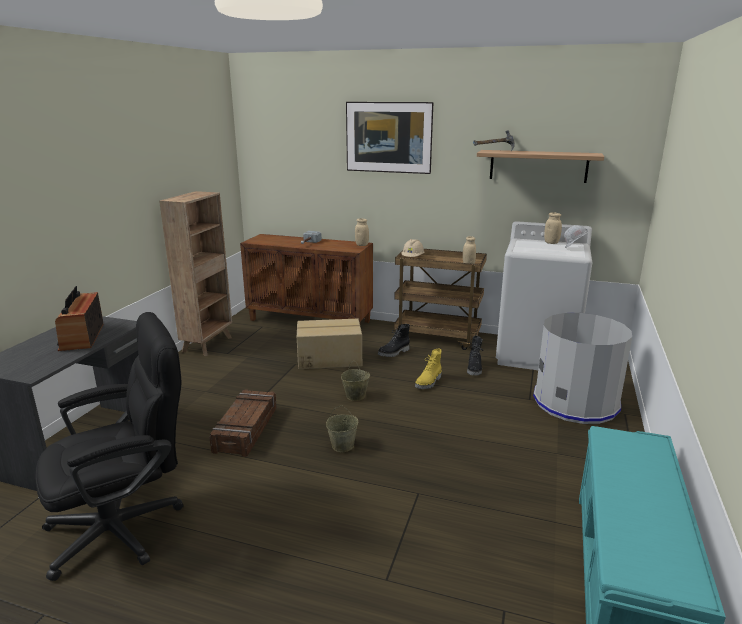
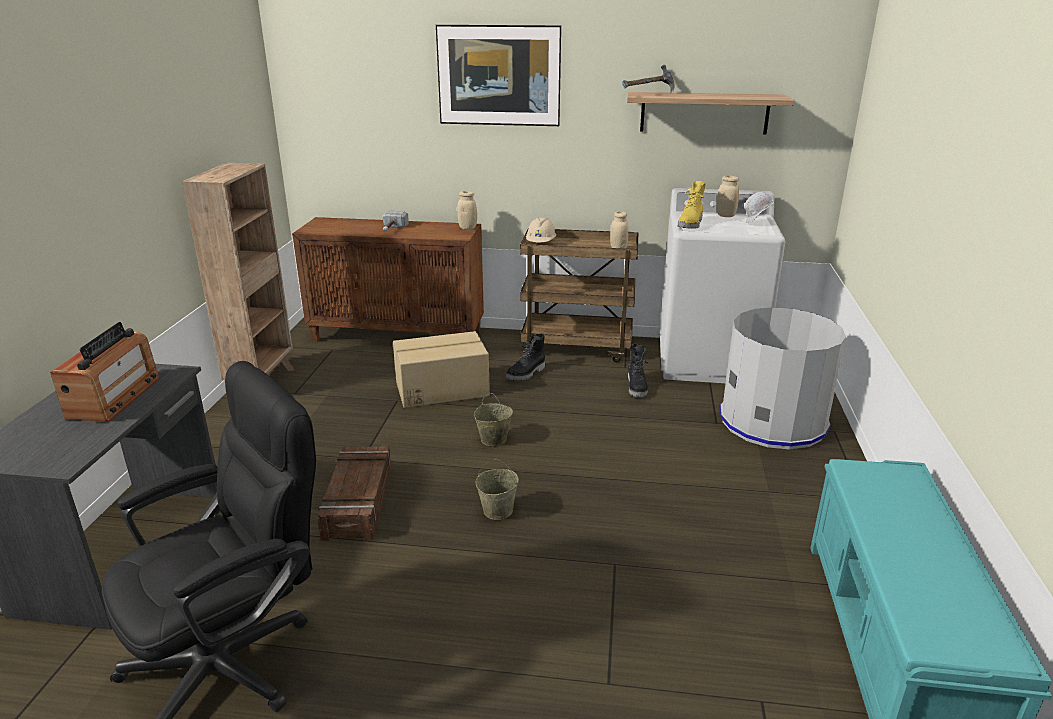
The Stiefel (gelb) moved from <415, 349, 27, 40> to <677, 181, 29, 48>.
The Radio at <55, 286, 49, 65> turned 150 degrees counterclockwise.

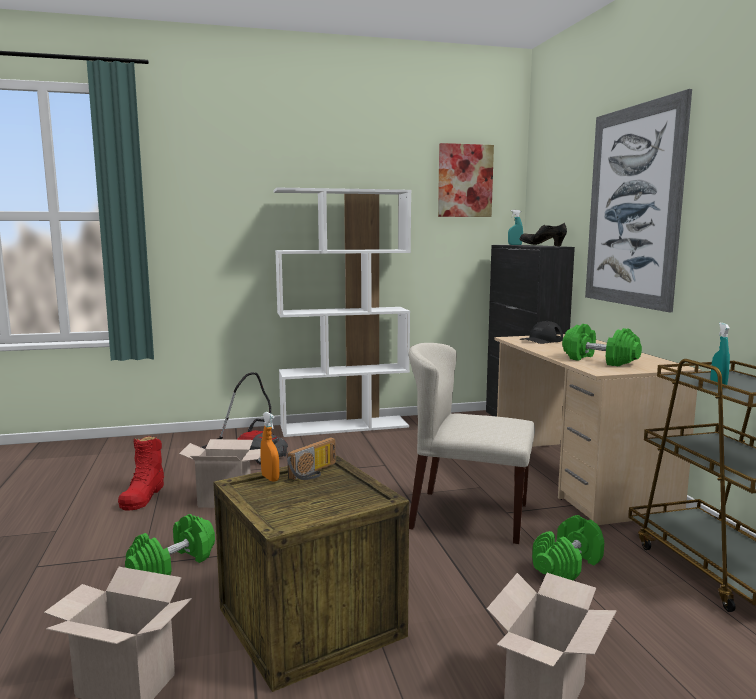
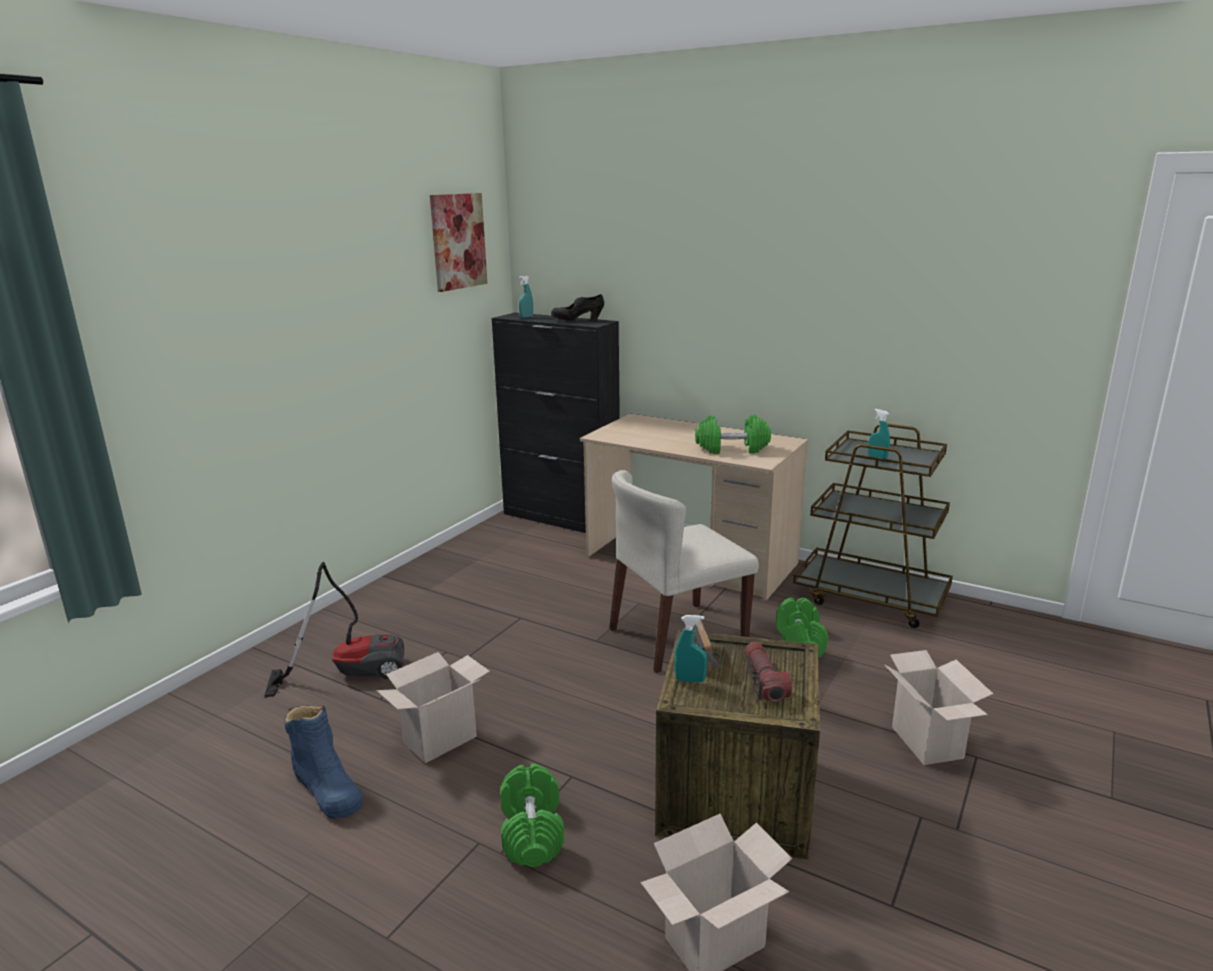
The Bücherregal (weiß) at <274, 188, 137, 249> disappeared.
The Kappe (schwarz) at <520, 321, 43, 23> disappeared.
The Bild at <585, 89, 107, 223> disappeared.
The Taschenlampe at <745, 642, 47, 60> appeared.
The Stiefel (rot) at <118, 436, 46, 75> became the Stiefel (blau) at <284, 705, 79, 114>.
The Sprühflasche (orange) at <260, 412, 19, 70> became the Sprühflasche (türkis) at <674, 615, 34, 68>.

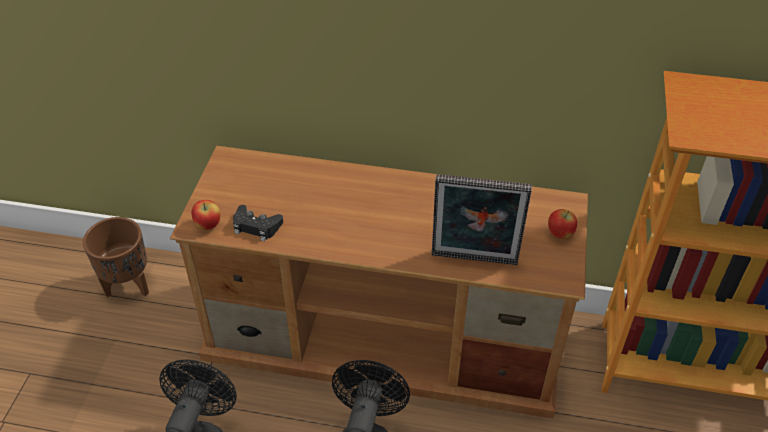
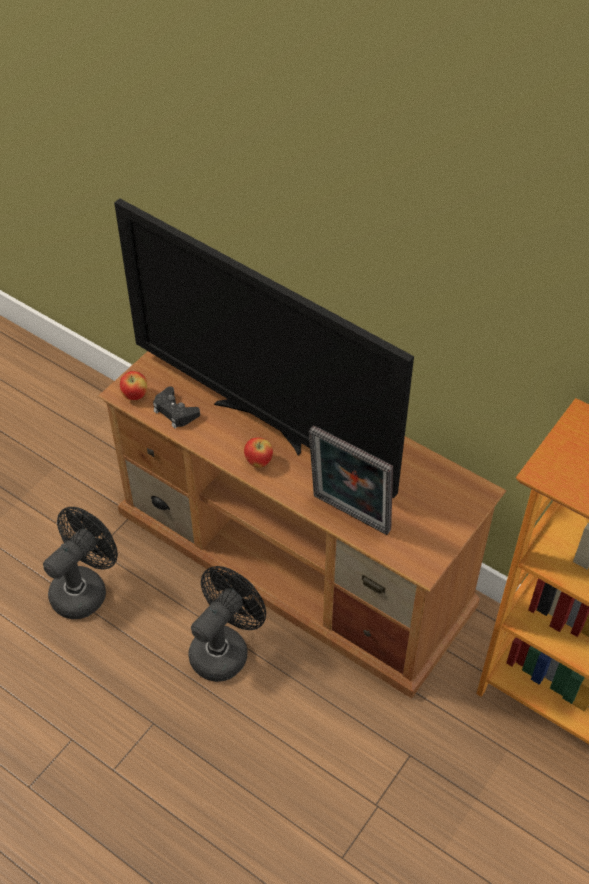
The Pflanzkübel (braun) at <83, 217, 66, 80> disappeared.
The Fernseher at <114, 198, 300, 300> appeared.
The Apfel moved from <548, 209, 29, 30> to <244, 437, 29, 31>.

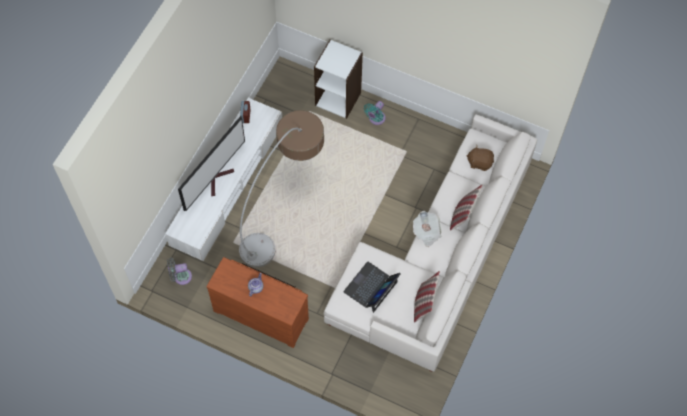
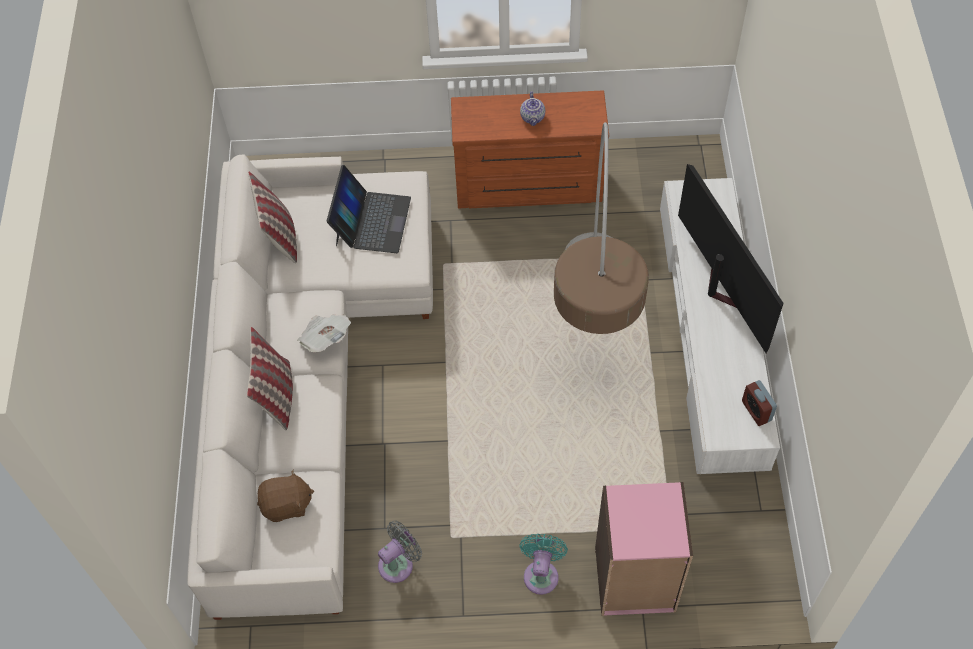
The Ventilator (grau) moved from <167, 258, 25, 27> to <378, 521, 44, 62>.
The Bücherregal (weiß) at <314, 40, 49, 79> became the Bücherregal (rosa) at <595, 482, 98, 134>.
The Fernseher at <178, 116, 67, 95> turned 150 degrees clockwise.

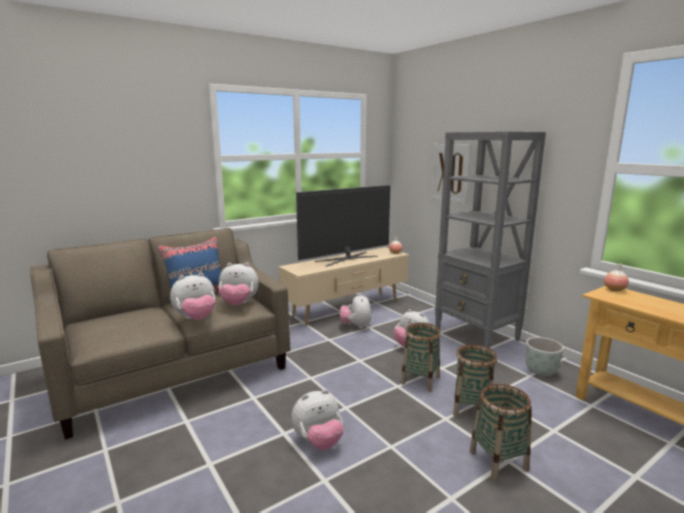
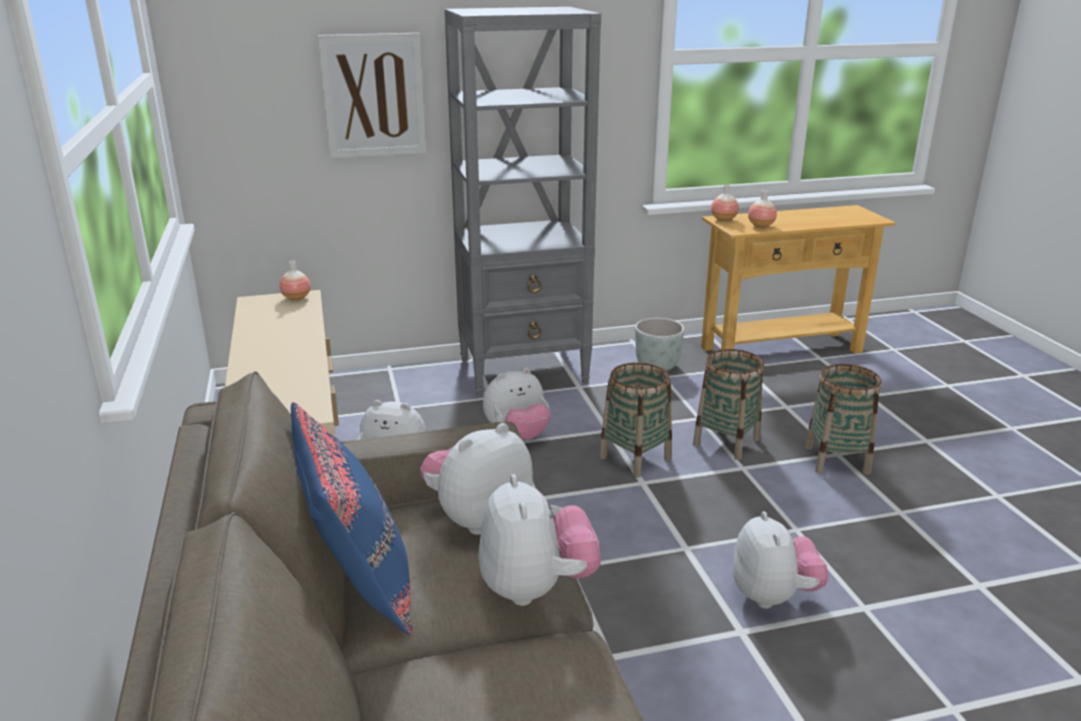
The Fernseher at <296, 185, 95, 82> disappeared.
The Vase at <748, 190, 29, 38> appeared.
The Plüschtier at <218, 263, 41, 43> turned 150 degrees counterclockwise.

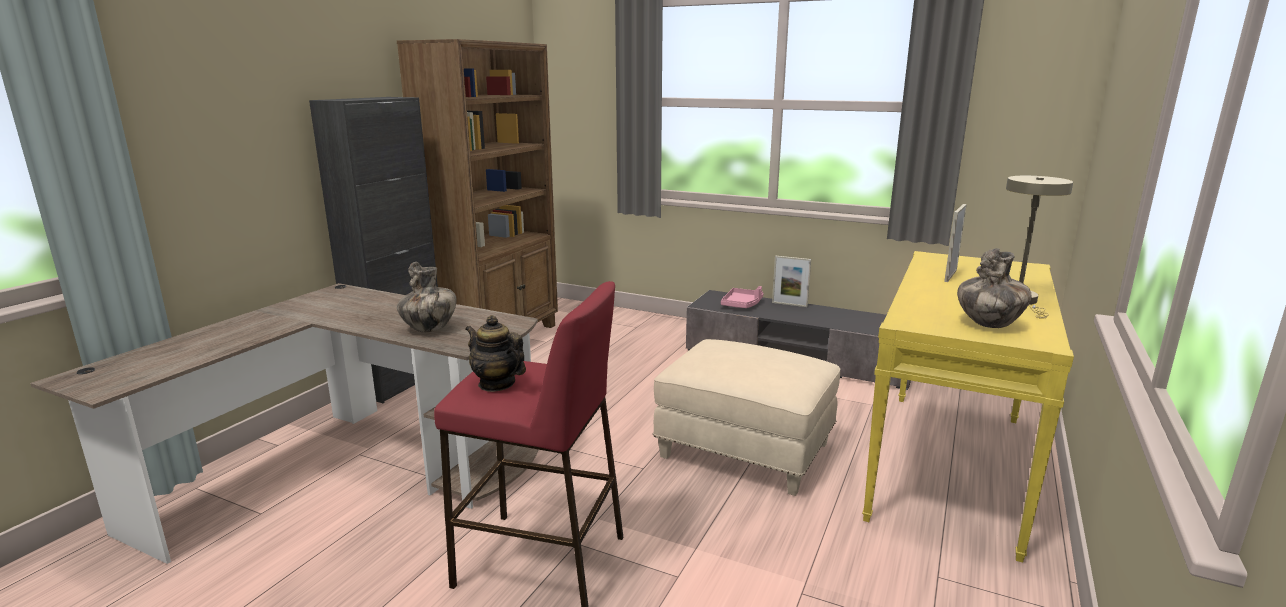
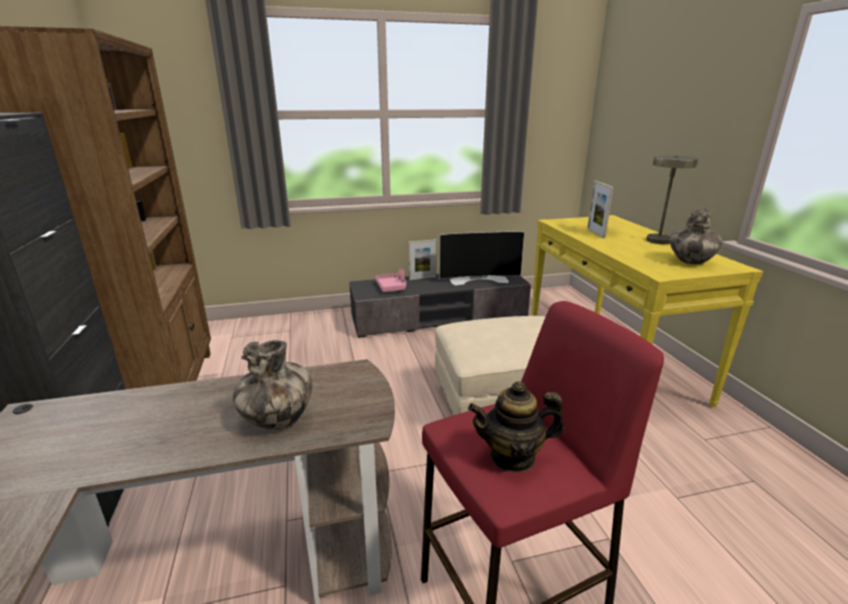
The Fernseher at <439, 232, 86, 54> appeared.

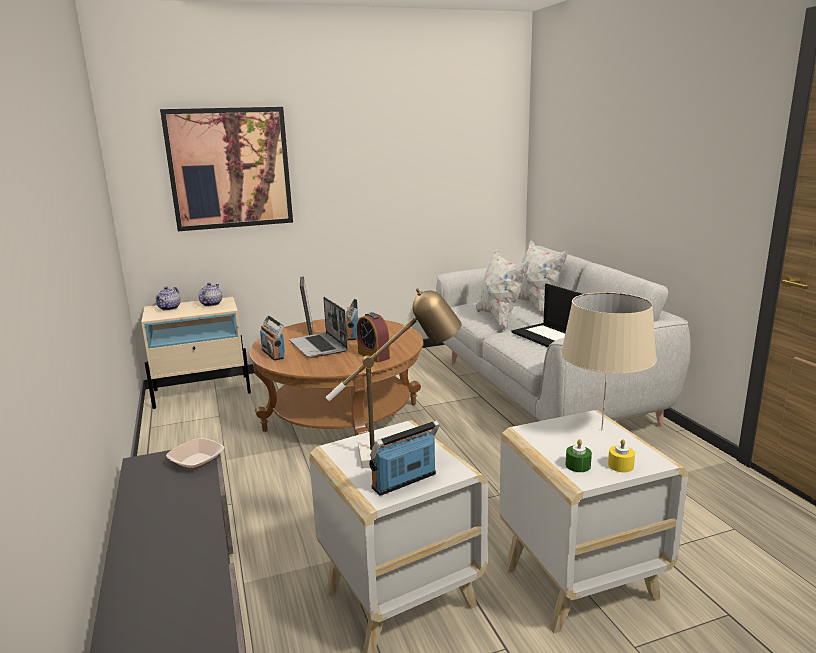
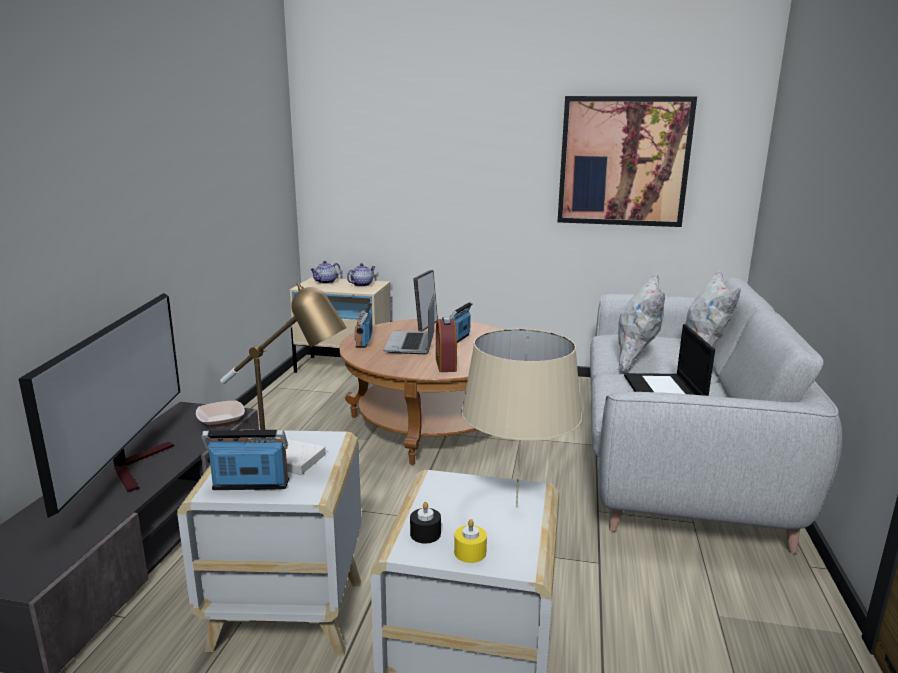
The Fernseher at <19, 293, 161, 225> appeared.
The Bild moved from <160, 107, 133, 124> to <558, 96, 139, 131>.
The Kerze (grün) at <566, 439, 26, 33> became the Kerze (schwarz) at <410, 502, 31, 41>.

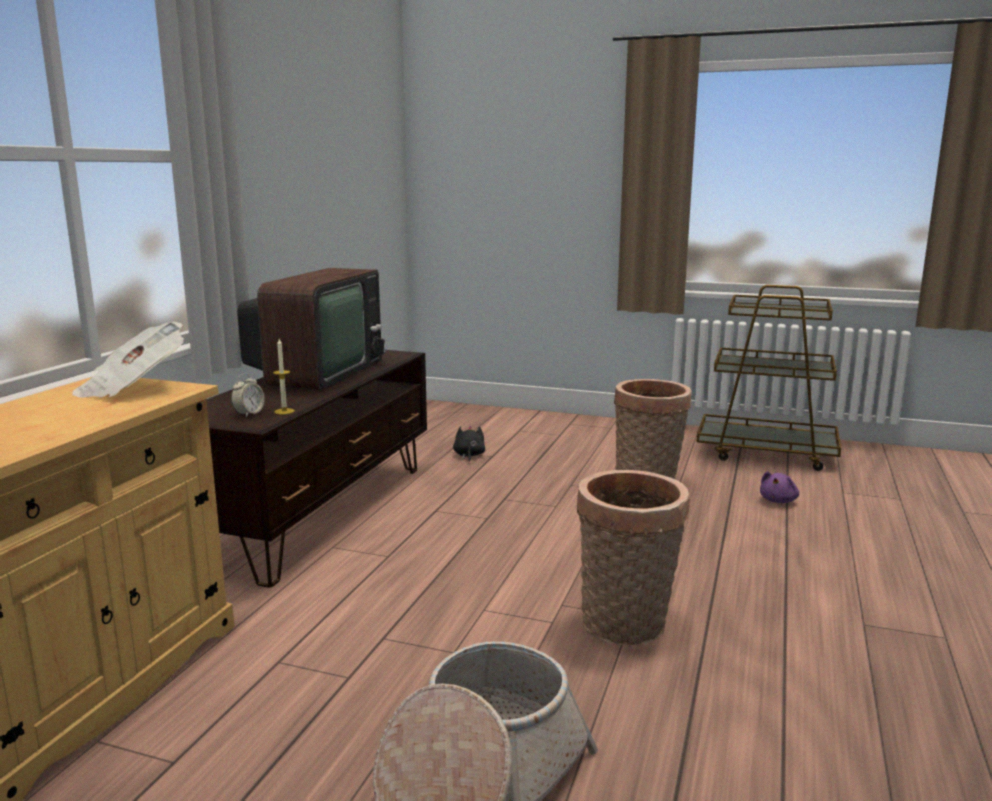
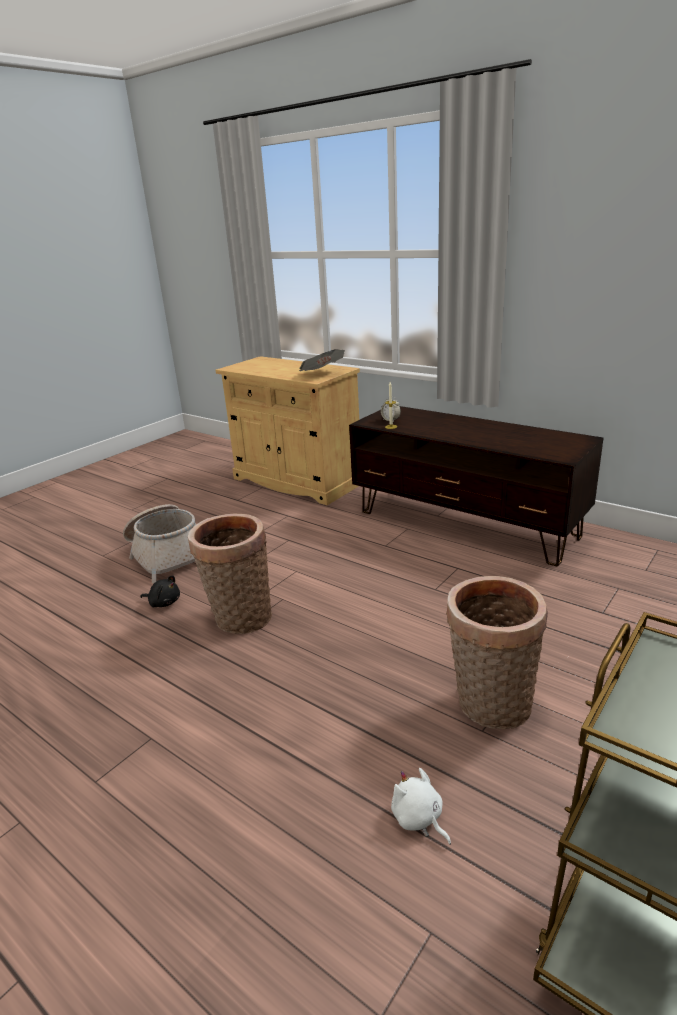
The Fernseher at <237, 268, 149, 122> disappeared.
The Plüschtier (schwarz) moved from <453, 426, 32, 36> to <140, 575, 40, 32>.
The Plüschtier (lila) at <760, 471, 39, 32> became the Plüschtier (weiß) at <391, 768, 60, 77>.

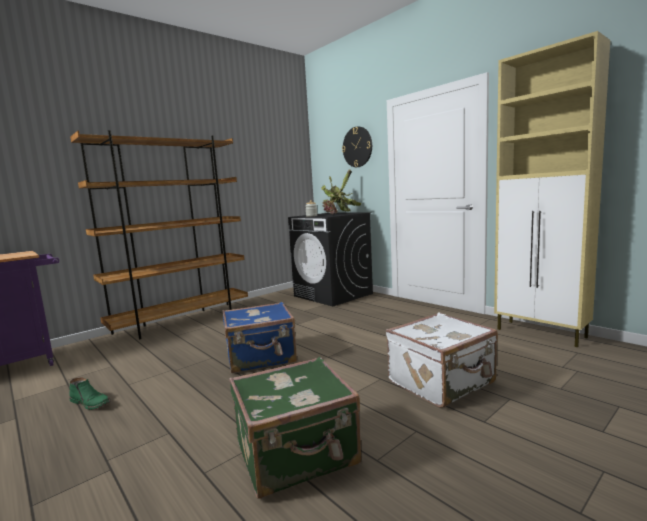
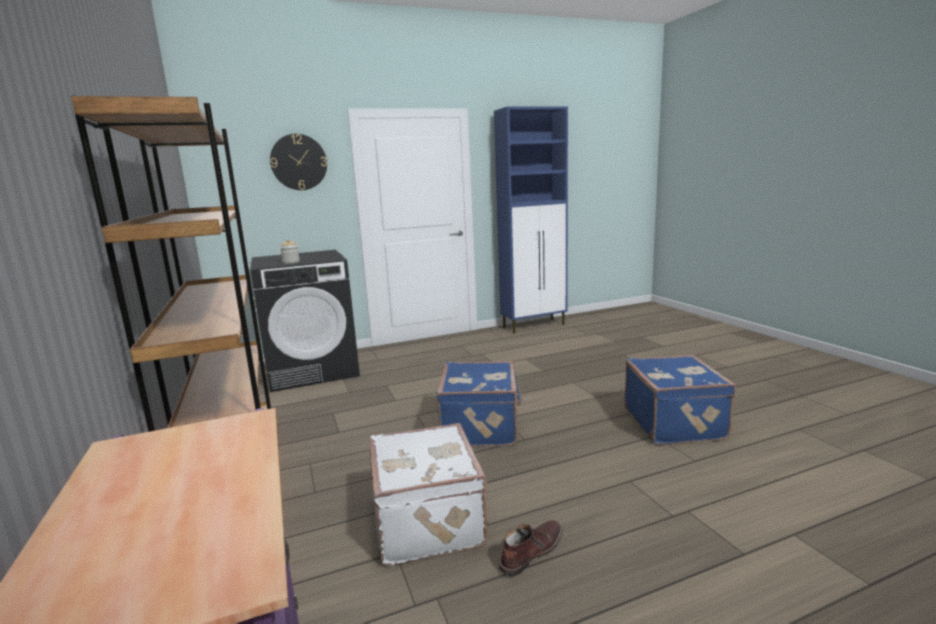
The Topfpflanze at <321, 169, 40, 45> disappeared.
The Koffer (weiß) moved from <386, 313, 112, 95> to <369, 423, 119, 143>.
The Stiefel (grün) at <69, 377, 42, 33> became the Stiefel (braun) at <499, 520, 64, 57>.
The Koffer (grün) at <229, 356, 132, 143> became the Koffer (blau) at <624, 355, 113, 89>.
The Schrank (beige) at <494, 31, 116, 316> became the Schrank (blau) at <494, 107, 74, 226>.

